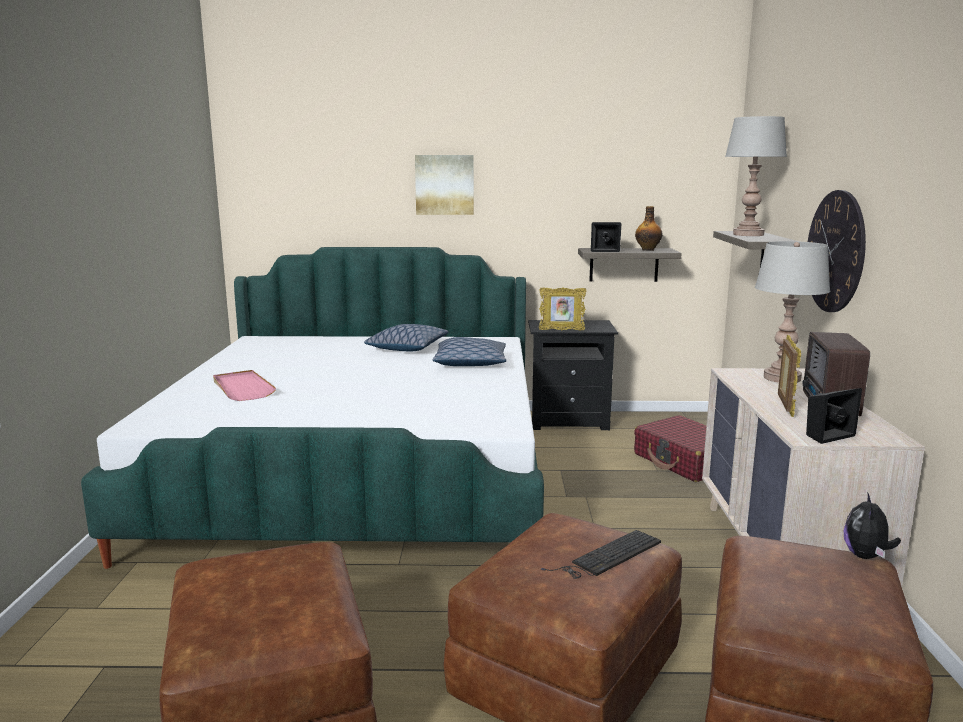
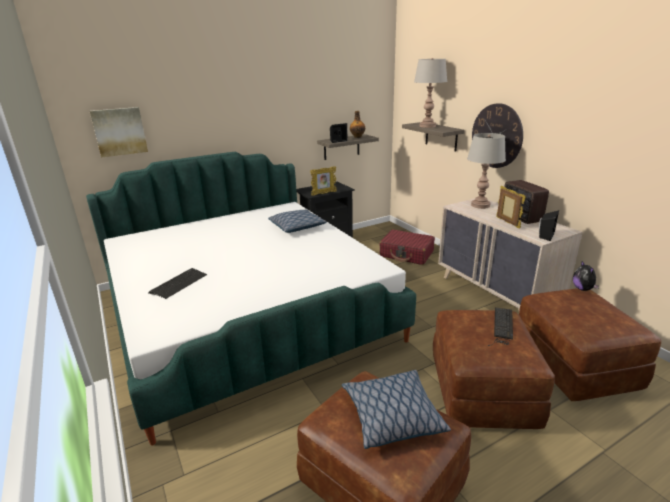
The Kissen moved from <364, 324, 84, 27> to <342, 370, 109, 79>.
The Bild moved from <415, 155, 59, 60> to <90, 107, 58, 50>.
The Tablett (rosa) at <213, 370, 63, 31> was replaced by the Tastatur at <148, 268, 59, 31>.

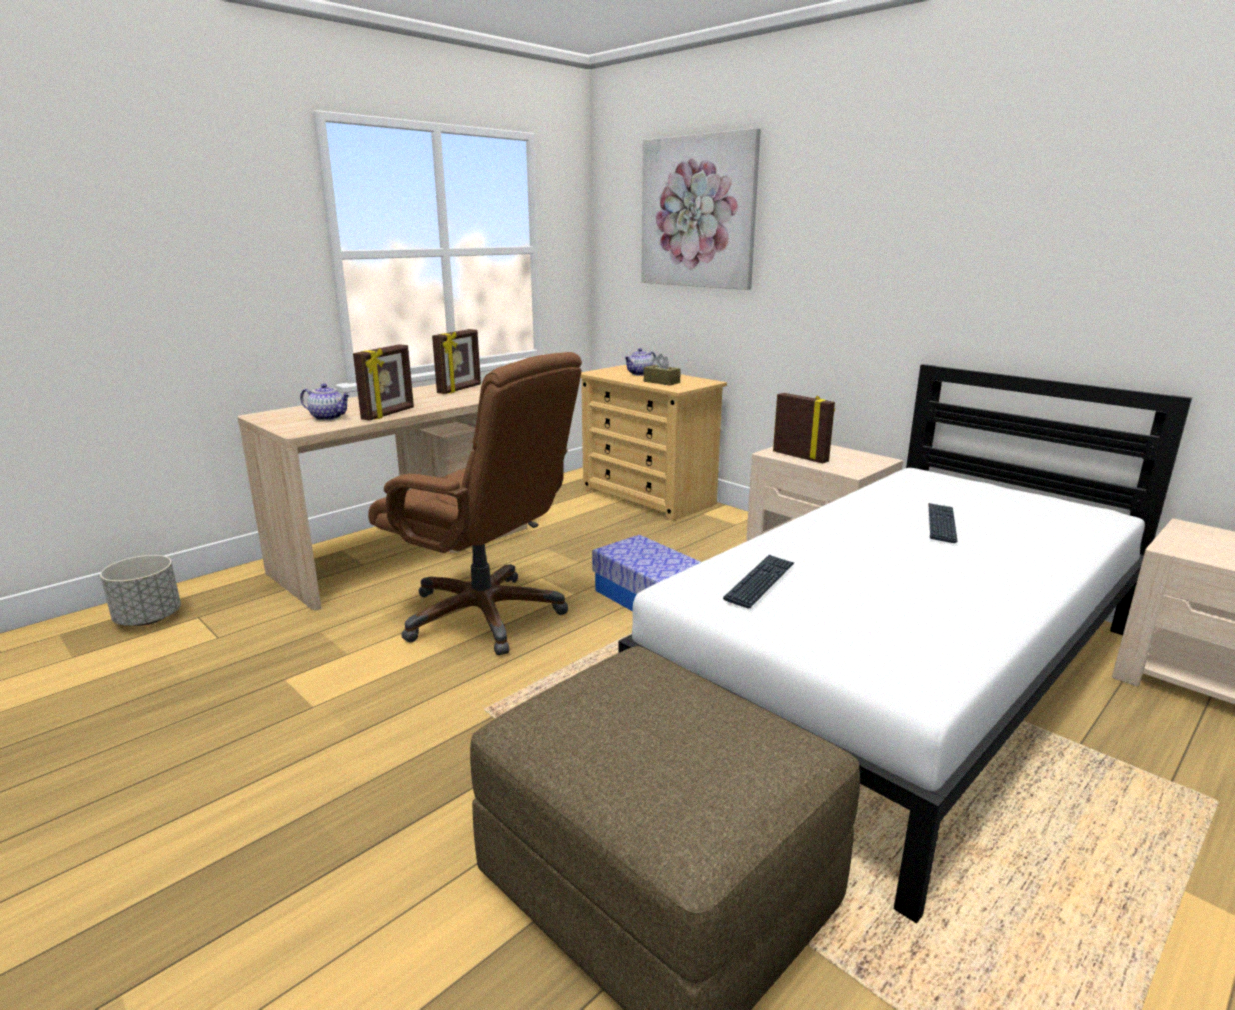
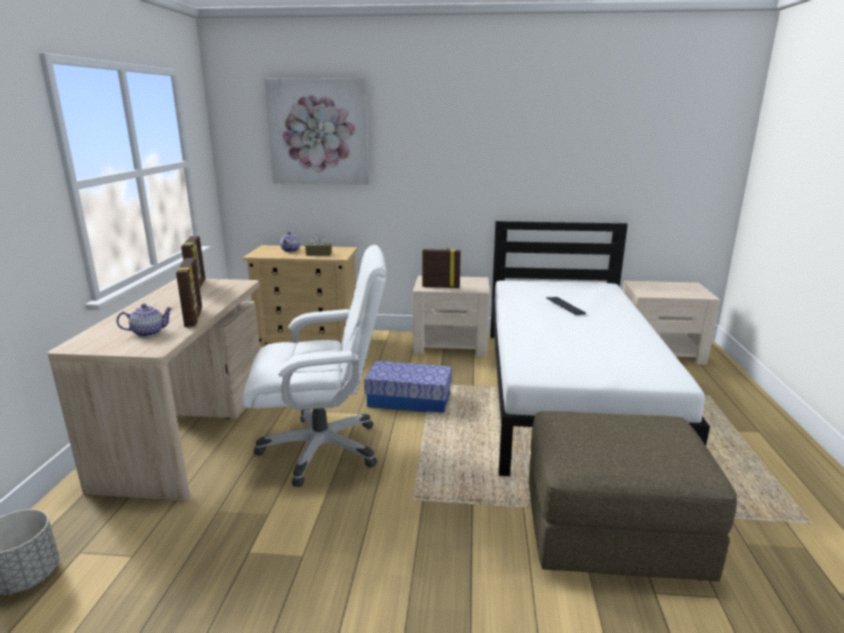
The Tastatur at <723, 555, 71, 54> disappeared.
The Bürostuhl (braun) at <368, 352, 214, 303> became the Bürostuhl (weiß) at <242, 245, 144, 242>.

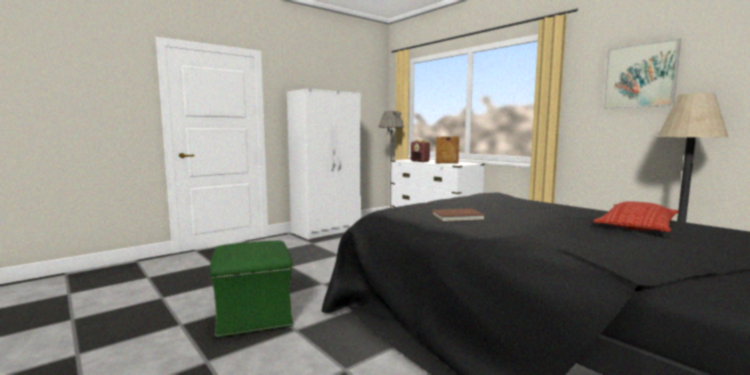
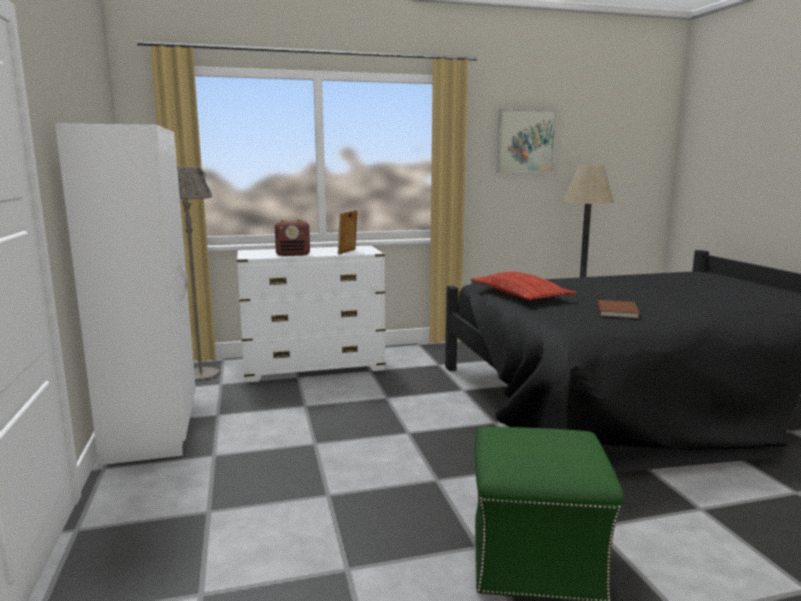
The Kissen moved from <593, 201, 86, 31> to <471, 272, 106, 28>.

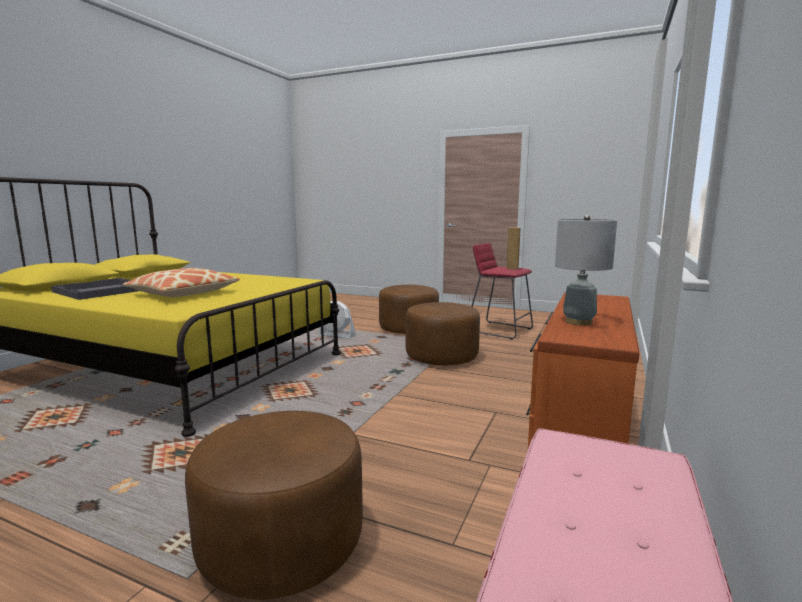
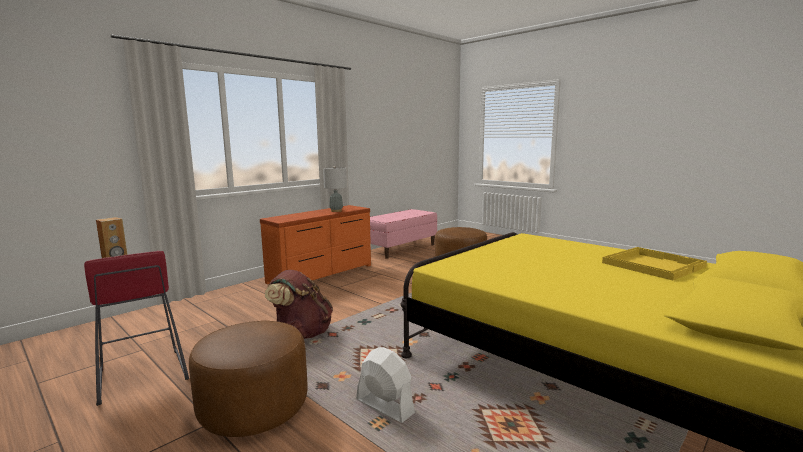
The Kissen at <122, 268, 118, 29> disappeared.
The Polsterhocker (braun) at <405, 302, 75, 63> was replaced by the Rucksack (braun) at <265, 270, 68, 69>.
The Tablett (grau) at <51, 278, 88, 22> became the Tablett (gelb) at <602, 247, 105, 33>.

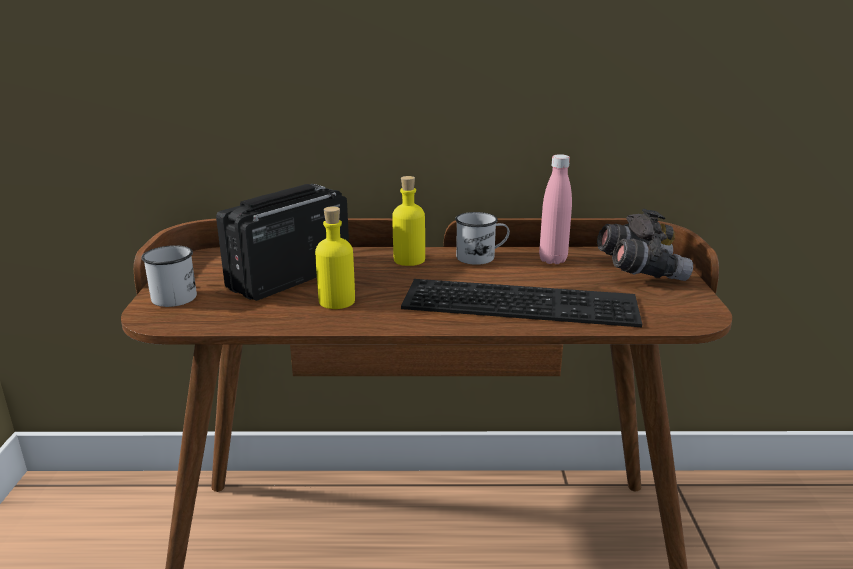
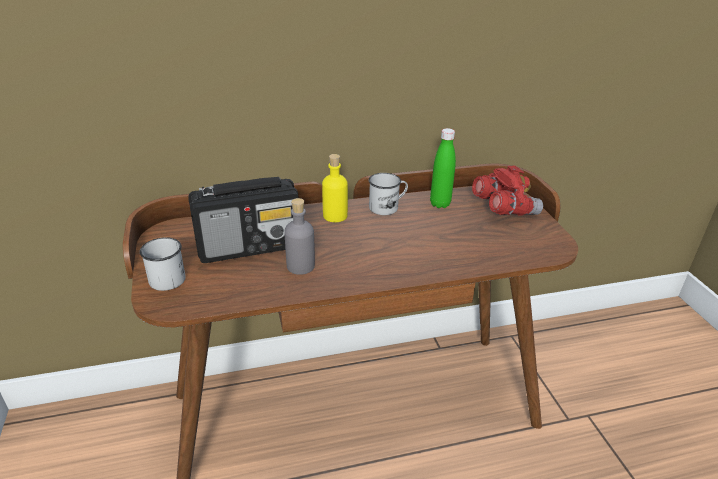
The Tastatur at <401, 279, 241, 48> disappeared.
The Flasche (gelb) at <315, 206, 40, 103> became the Flasche (grau) at <284, 198, 31, 77>.
The Flasche (rosa) at <539, 154, 33, 110> became the Flasche (grün) at <430, 128, 26, 80>.
The Fernglas (grau) at <597, 209, 96, 72> became the Fernglas (rot) at <472, 166, 71, 50>.
The Radio at <216, 184, 133, 117> turned 135 degrees counterclockwise.

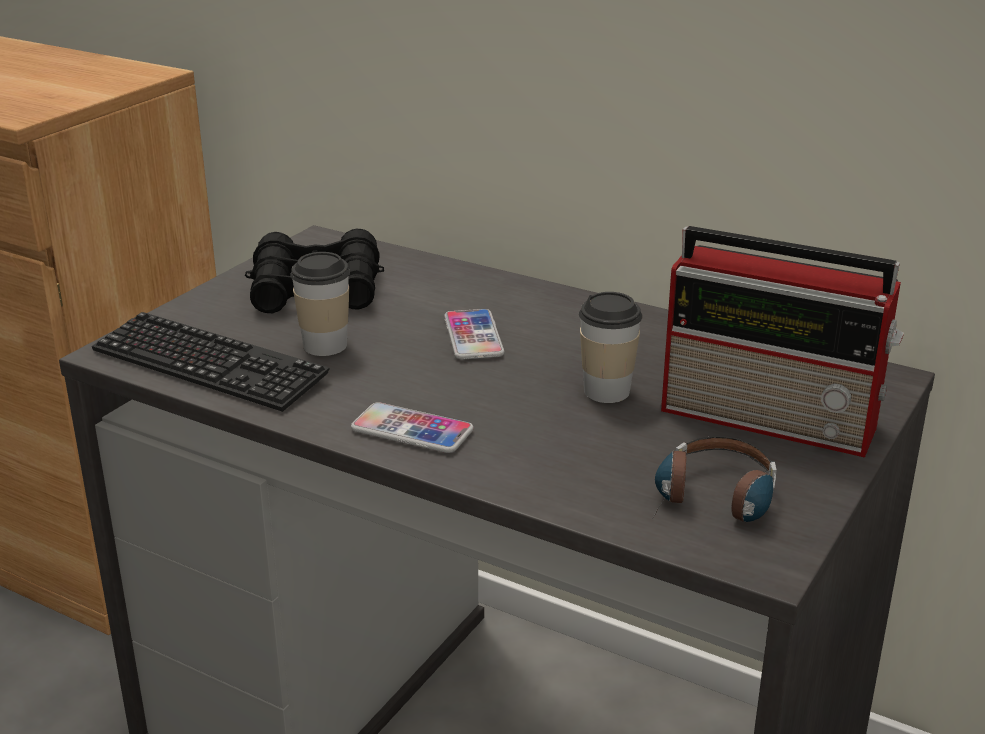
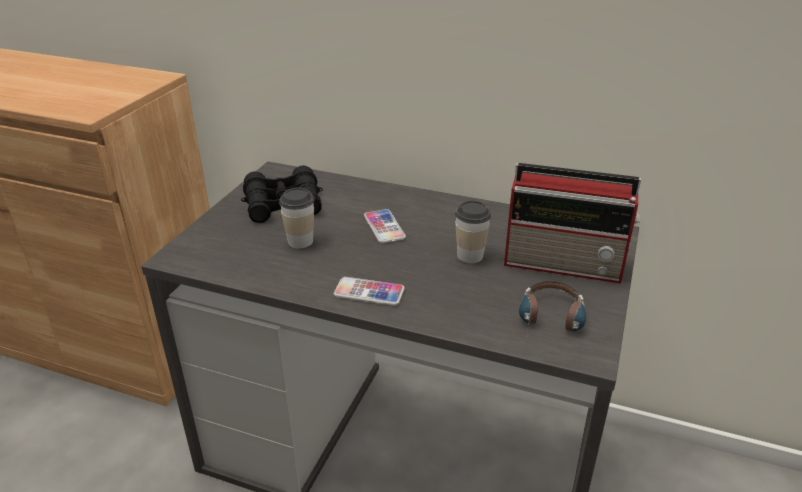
The Tastatur at <92, 312, 238, 100> disappeared.

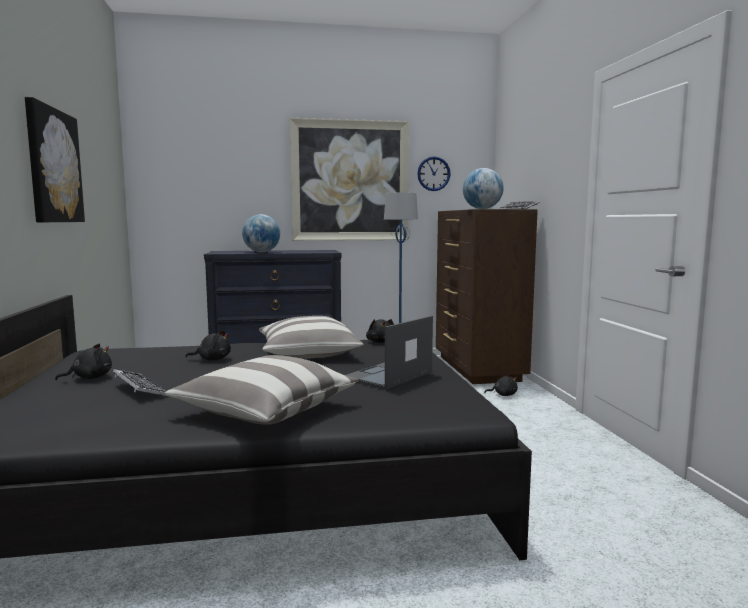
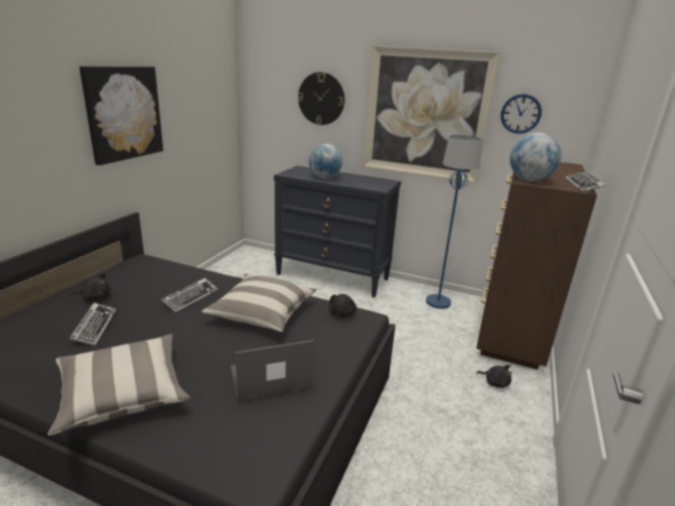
The Wanduhr at <298, 72, 47, 53> appeared.
The Plüschtier (schwarz) at <185, 330, 46, 31> was replaced by the Tastatur at <161, 278, 57, 35>.

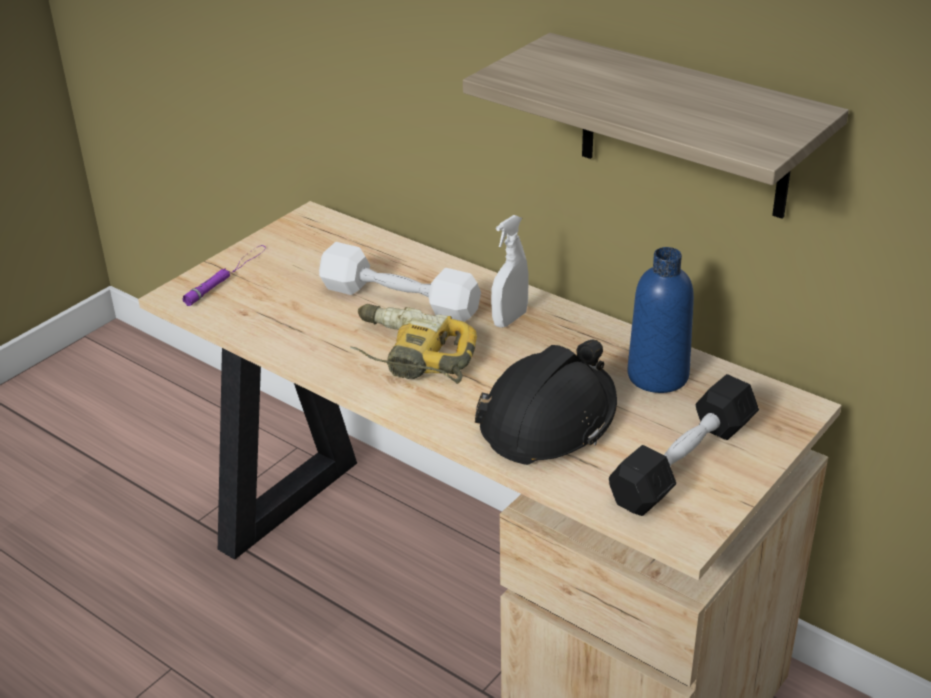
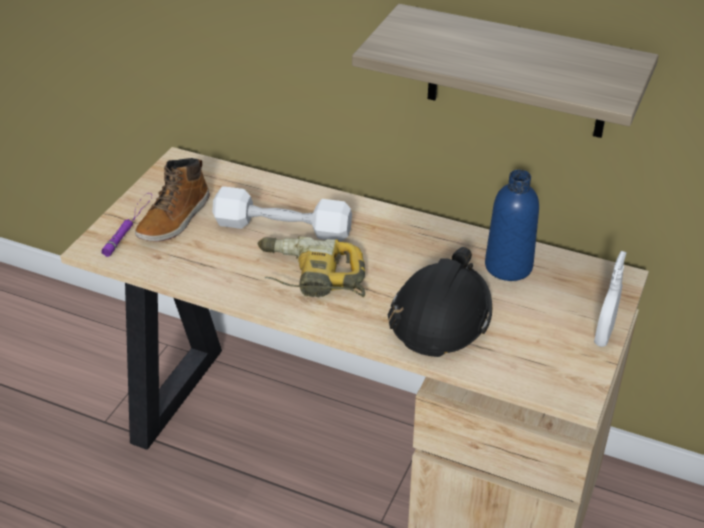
The Hantel (schwarz) at <609, 374, 150, 142> disappeared.
The Stiefel at <135, 158, 75, 84> appeared.
The Sprühflasche (weiß) moved from <491, 215, 38, 113> to <594, 251, 33, 96>.

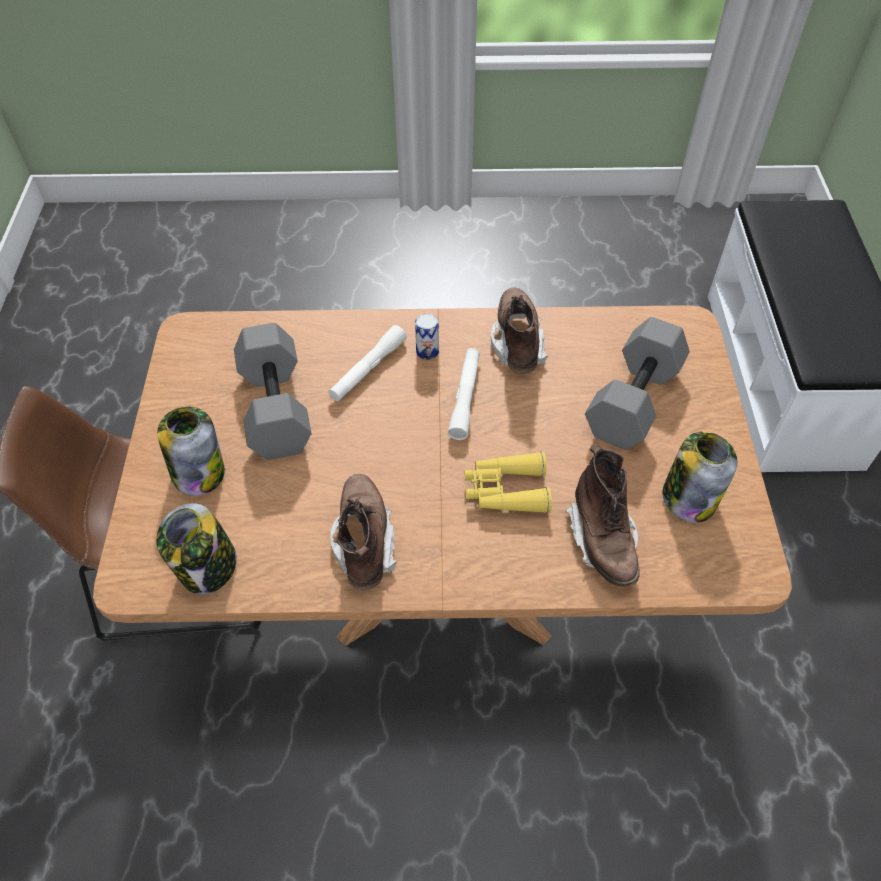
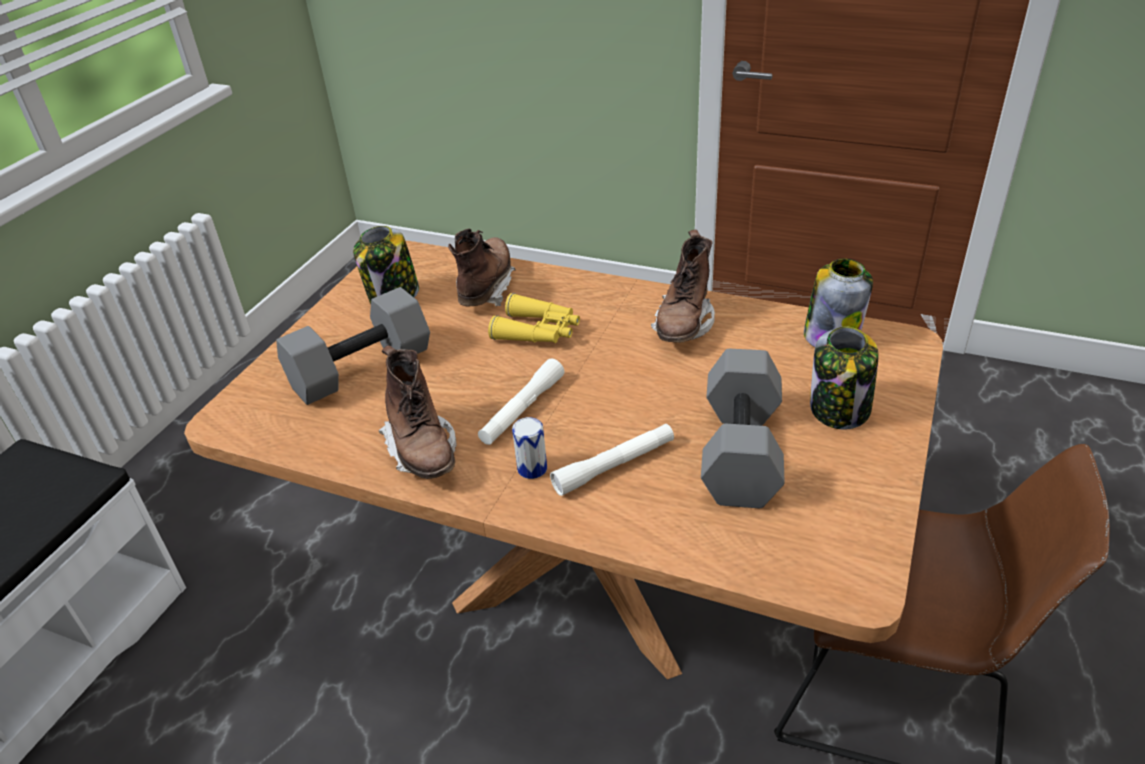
The Stiefel (braun) at <491, 287, 57, 87> turned 45 degrees counterclockwise.

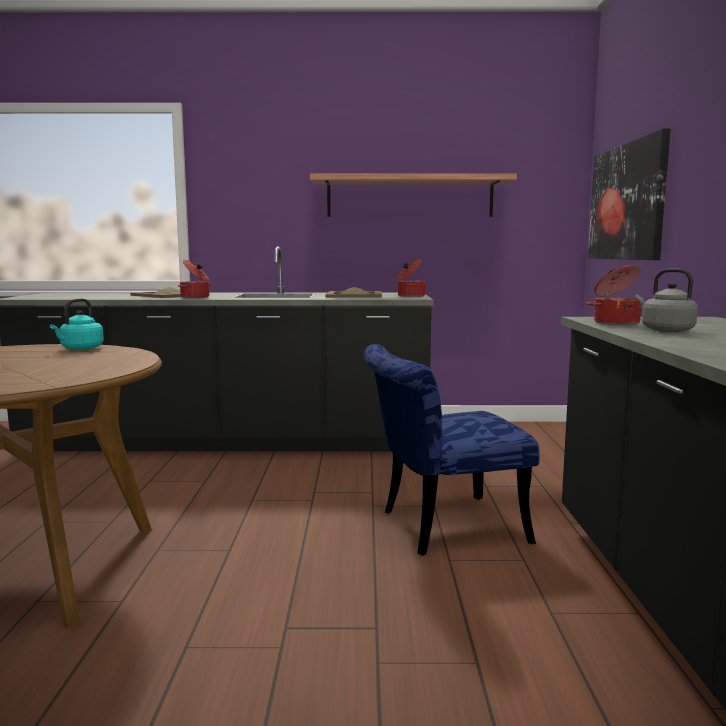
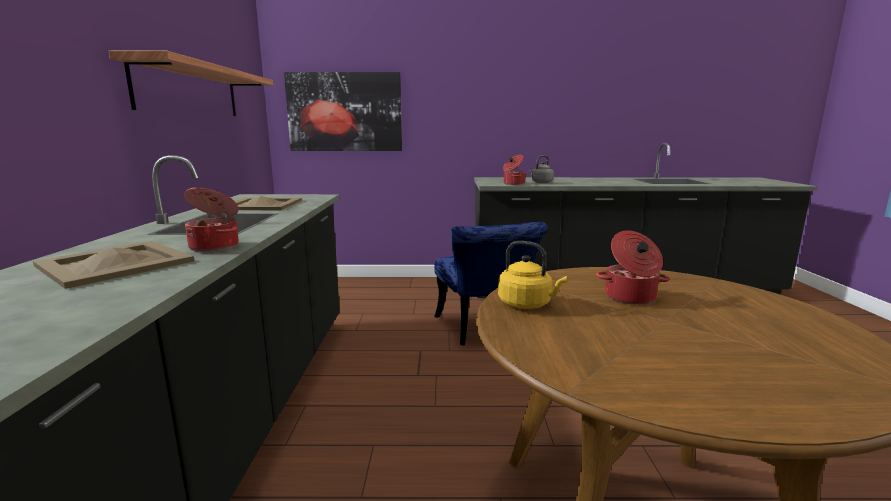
The Kochtopf moved from <398, 259, 28, 38> to <596, 230, 74, 75>.
The Wasserkessel (türkis) at <50, 298, 54, 52> became the Wasserkessel (gelb) at <498, 241, 69, 68>.

